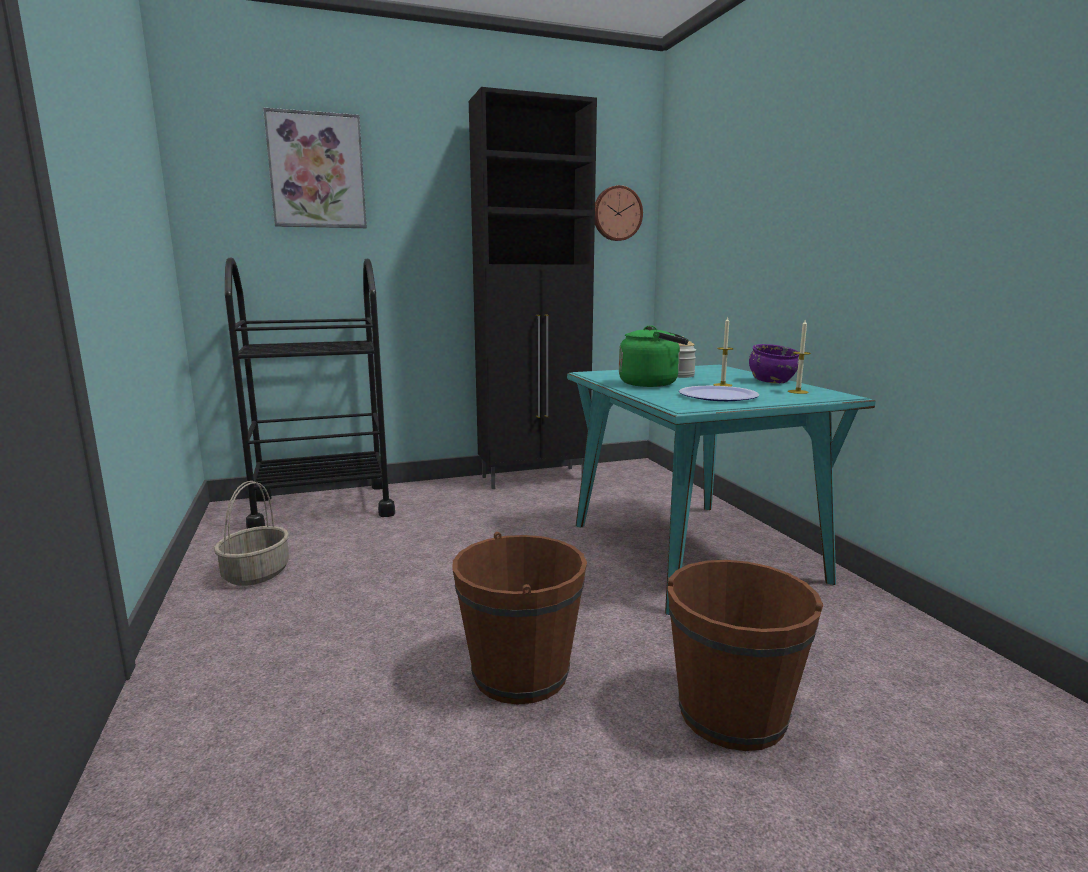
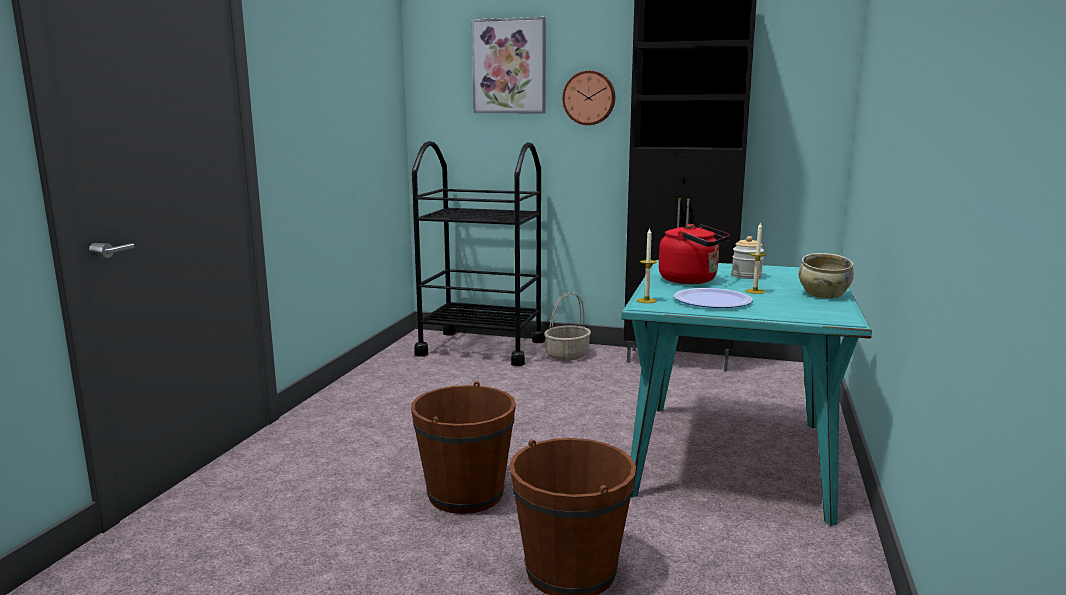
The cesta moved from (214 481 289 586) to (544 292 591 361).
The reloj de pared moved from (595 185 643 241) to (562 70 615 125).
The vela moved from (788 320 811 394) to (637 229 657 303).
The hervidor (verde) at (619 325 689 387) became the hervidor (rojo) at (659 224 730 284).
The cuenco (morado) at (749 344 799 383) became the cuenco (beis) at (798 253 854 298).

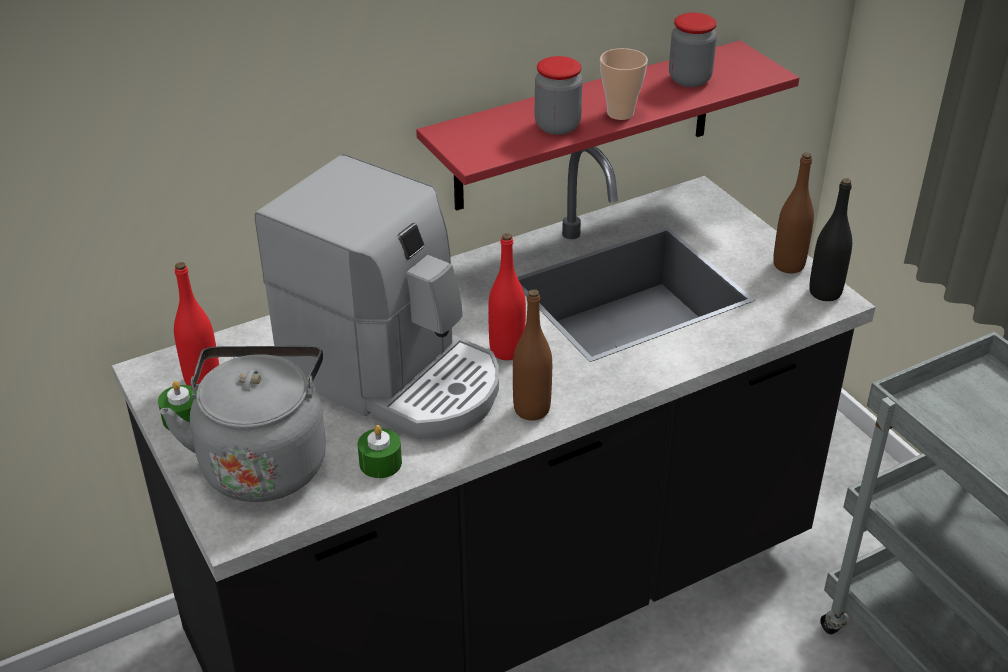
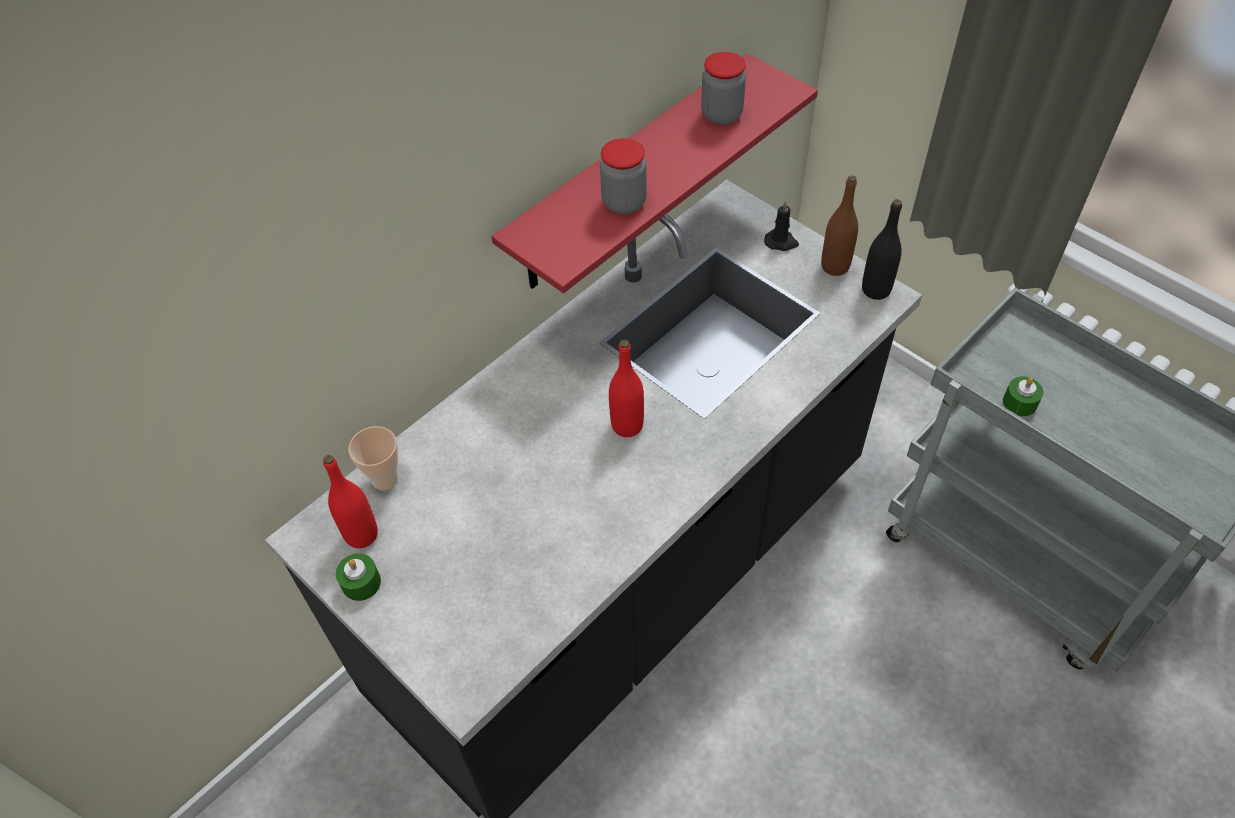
The hervidor (gris) at (160 346 326 502) disappeared.
The cafetera at (255 154 499 439) disappeared.
The botella (marrón) at (513 289 552 420) disappeared.
The vela (negro) at (764 200 799 251) appeared.
The vela (verde) moved from (358 425 402 478) to (1003 376 1043 417).
The taza moved from (600 48 648 120) to (349 426 398 490).

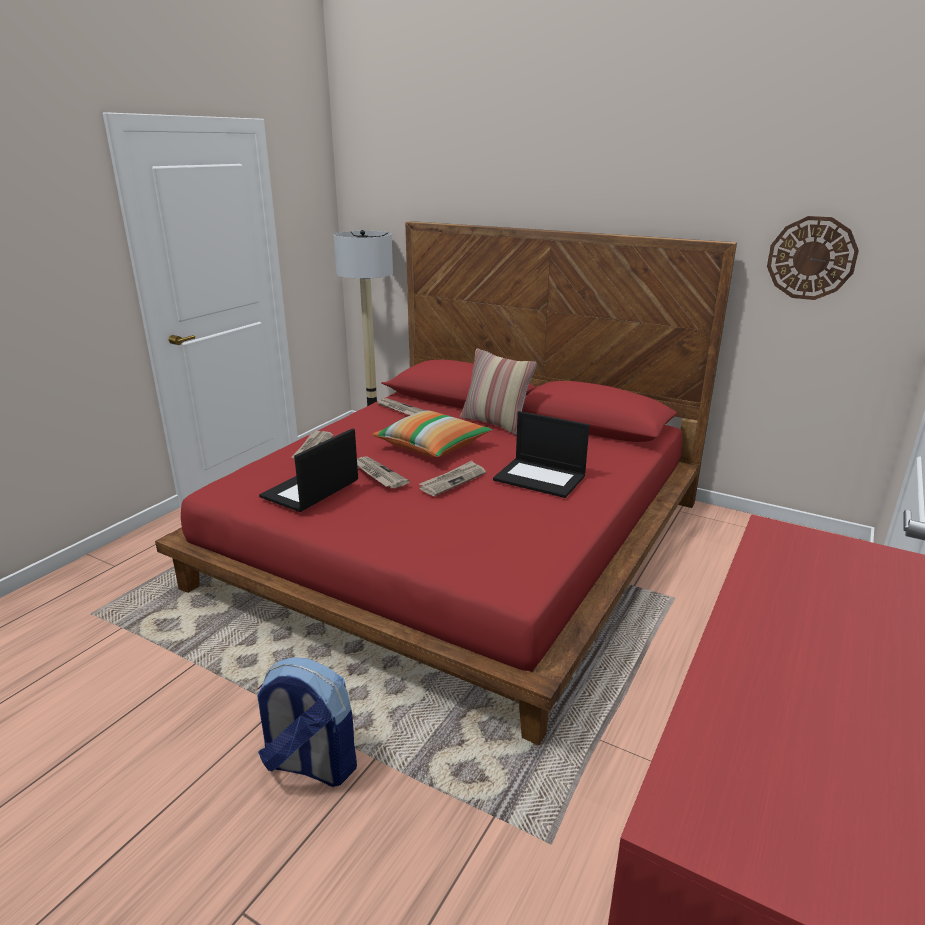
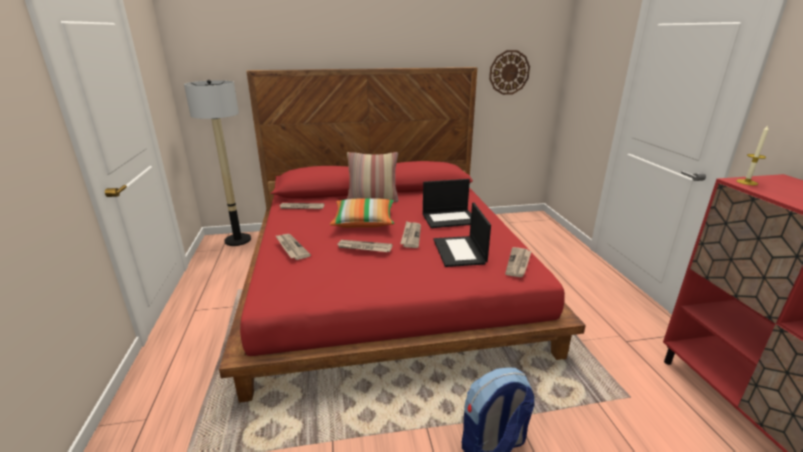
The periódico at (505 247 532 277) appeared.
The vela at (736 125 769 185) appeared.
The portátil moved from (259 428 358 512) to (433 202 491 267).

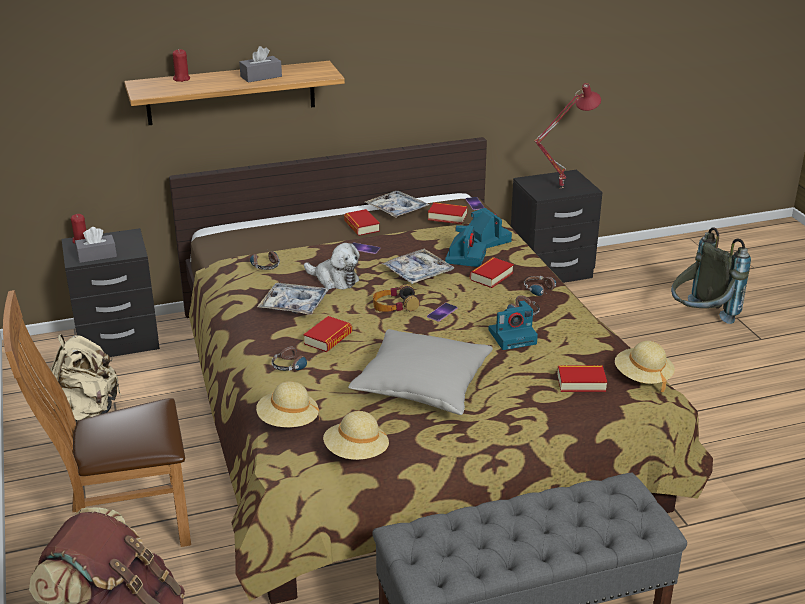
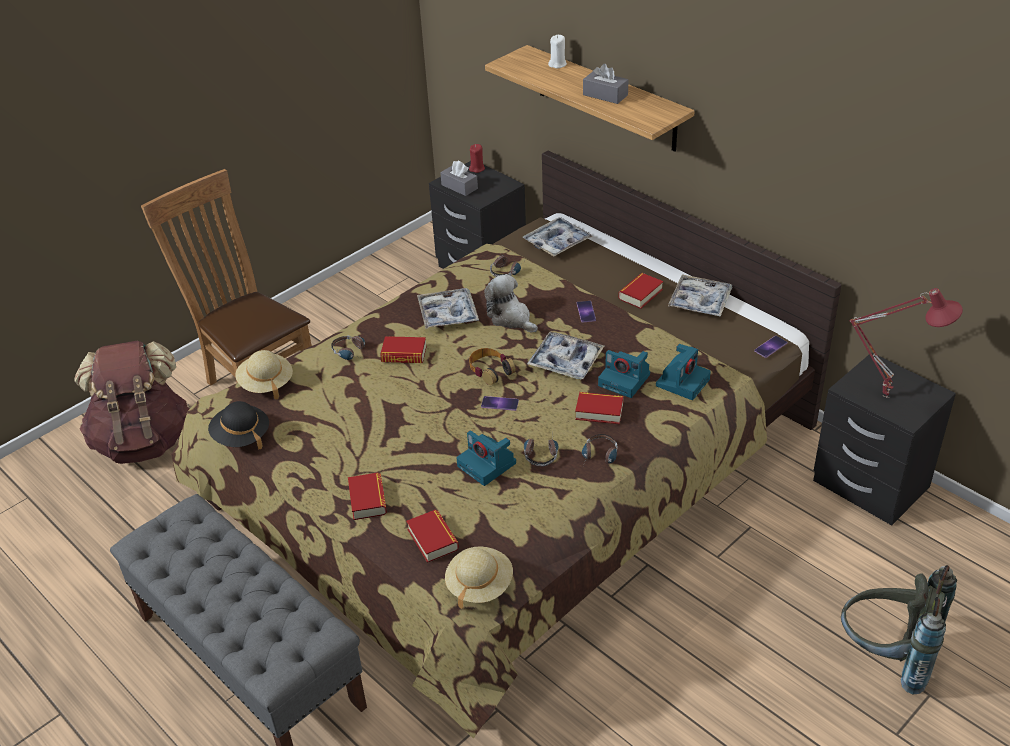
The mochila (beis) at (50 334 122 422) disappeared.
The cojín (gris) at (348 329 493 415) disappeared.
The bandeja at (522 217 593 256) appeared.
The libro moved from (428 202 467 224) to (348 473 387 520).
The vela (rojo) at (172 49 190 82) became the vela (blanco) at (548 35 567 68).
The sombrero (beis) at (323 411 389 460) became the sombrero (negro) at (208 401 269 449).
The peluche at (304 243 360 290) turned 135 degrees clockwise.
The cámara at (445 225 487 267) turned 45 degrees clockwise.

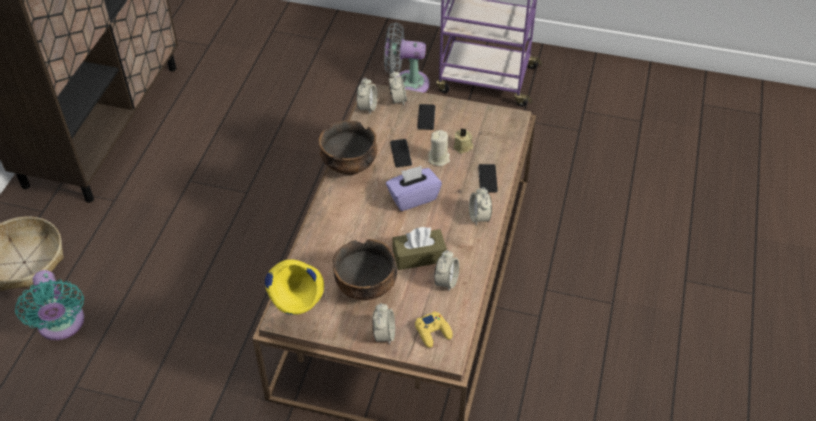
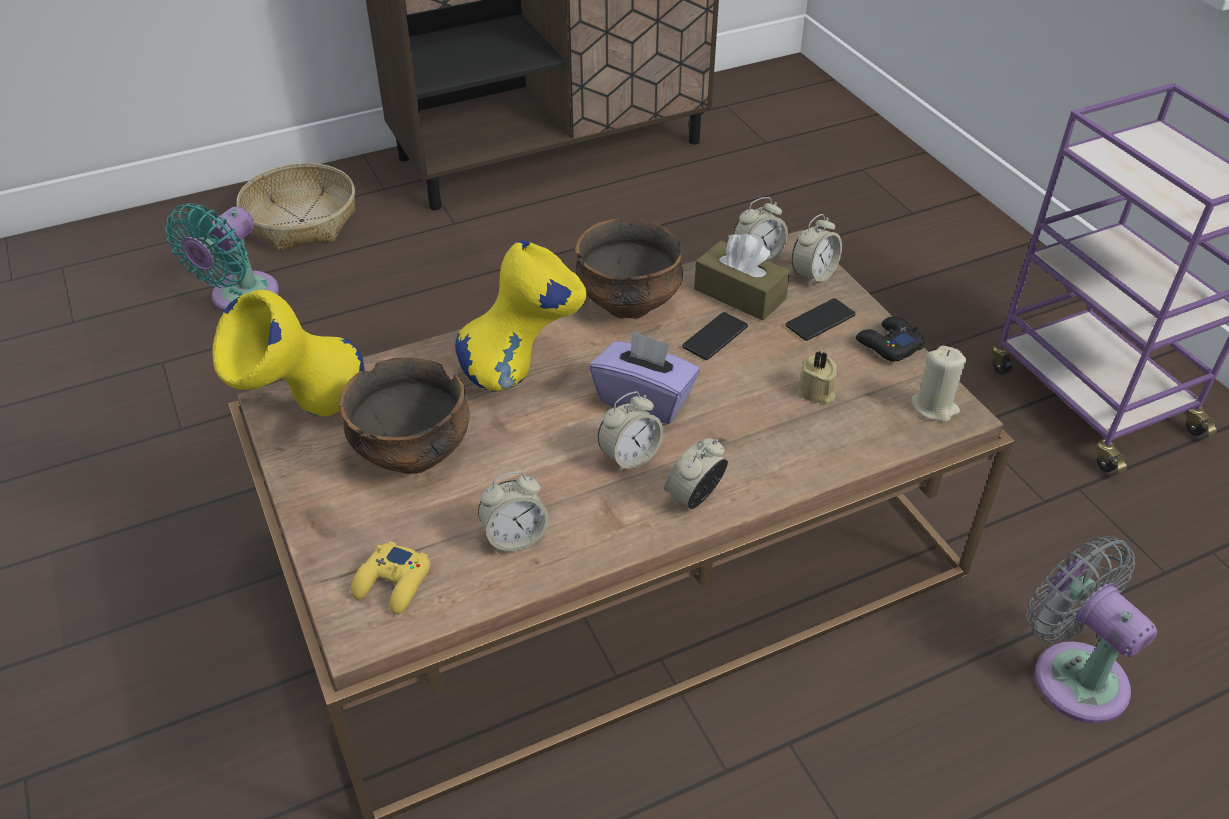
The móvil at (478 164 498 193) disappeared.
The florero (amarillo) at (455 240 587 392) appeared.
The mando de consola (negro) at (856 316 925 362) appeared.
The despertador moved from (373 303 395 345) to (598 391 663 473).
The ventilador (gris) moved from (384 22 430 93) to (1026 536 1157 724).
The caja de pañuelos (marrón) moved from (392 227 447 270) to (694 234 790 321).
The vela (beis) moved from (428 130 450 166) to (911 346 966 422).

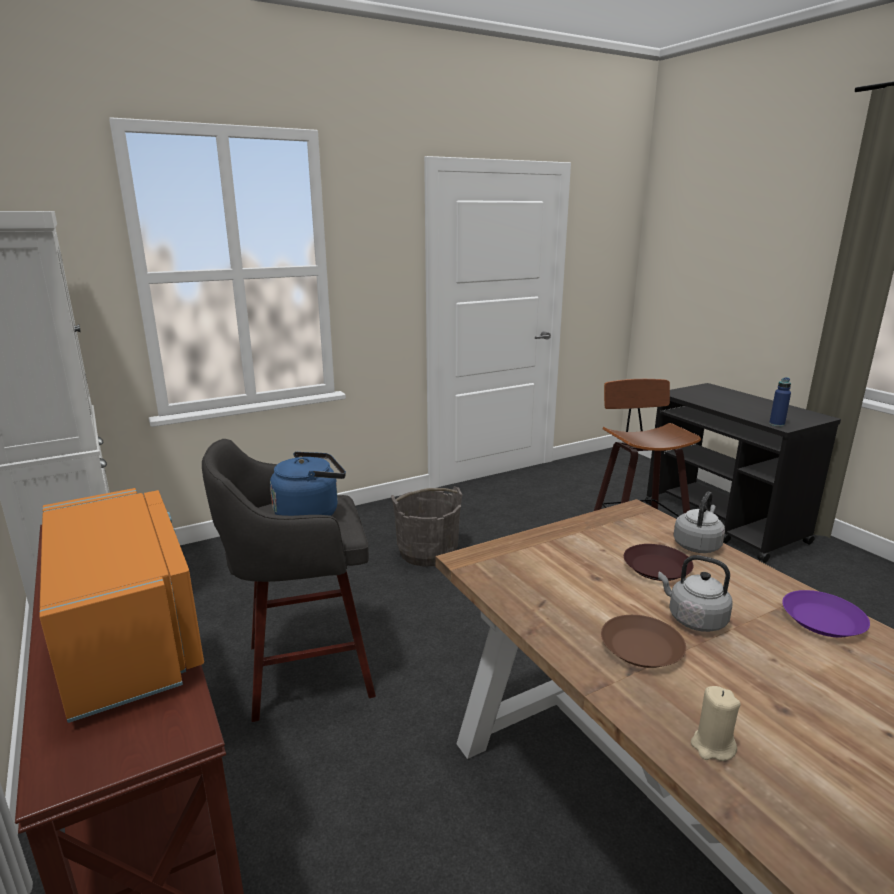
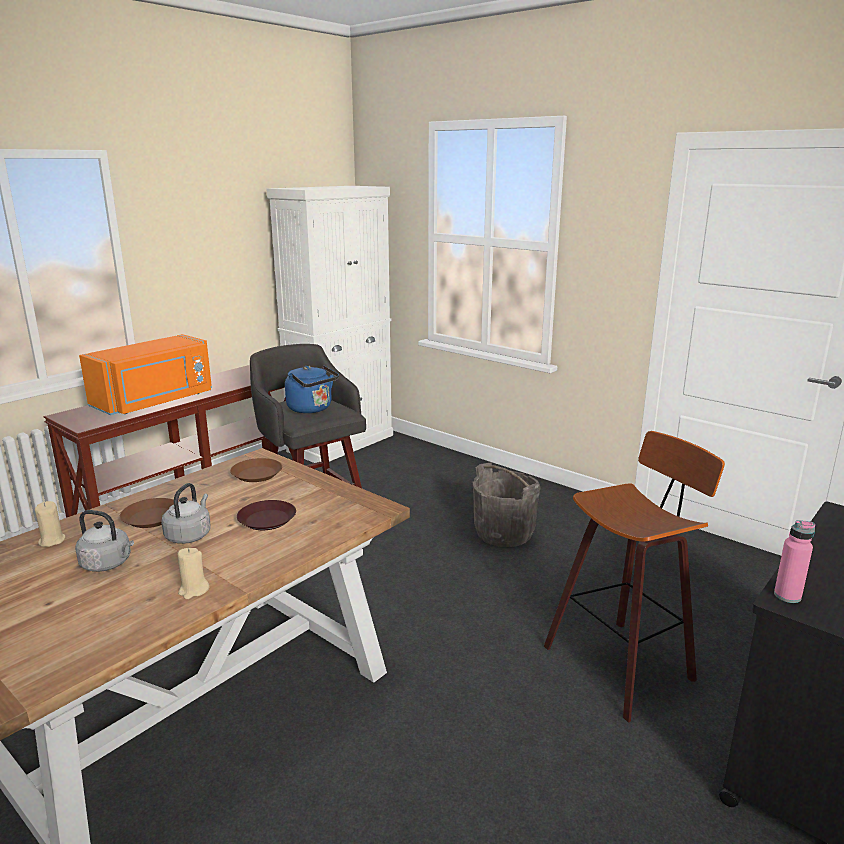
The plato (marrón) at (230 458 282 482) appeared.
The hervidor (gris) moved from (673 492 725 553) to (75 510 134 572).
The plato (morado) at (782 590 870 637) was replaced by the vela (beis) at (177 548 209 599).
The botella (azul) at (769 377 791 427) became the botella (rosa) at (774 520 815 603).

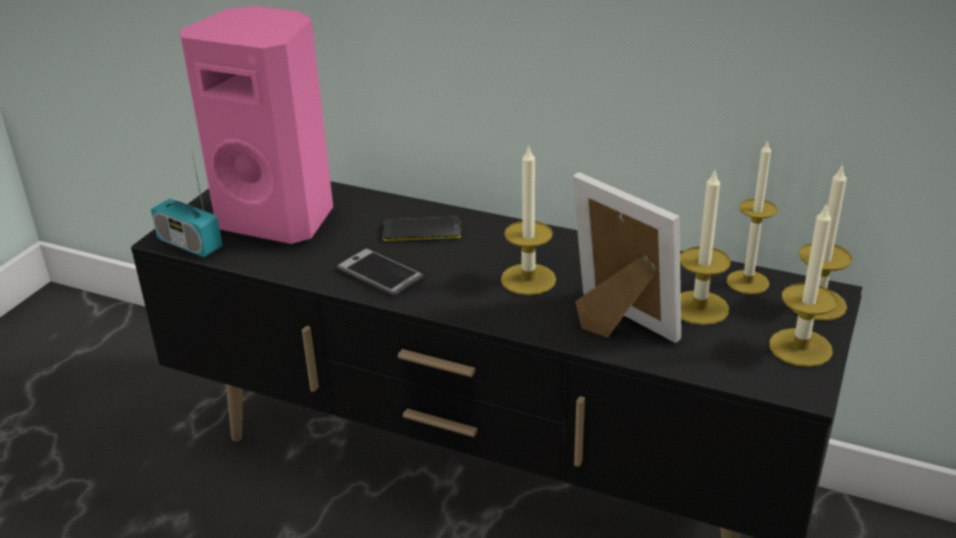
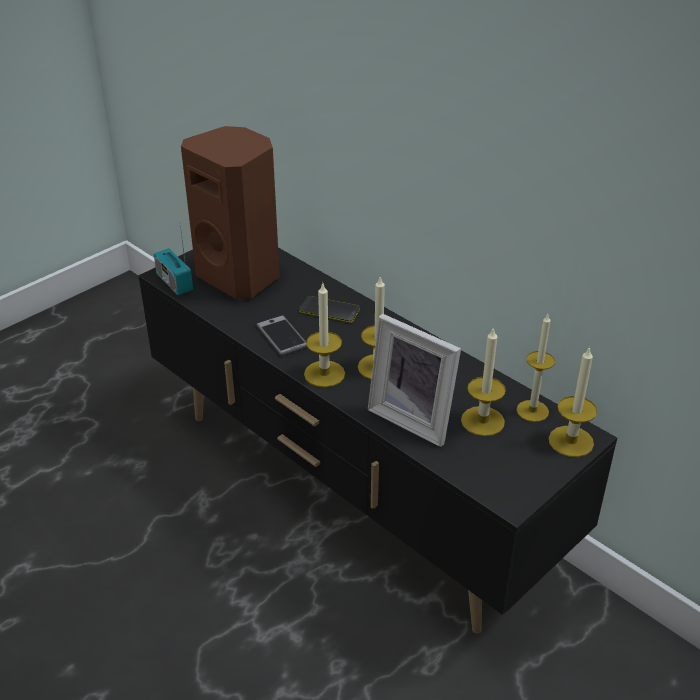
The vela moved from (769 202 838 367) to (304 284 345 387).
The altavoz (rosa) at (179 6 333 244) became the altavoz (marrón) at (181 126 280 299).
The portarretratos at (572 172 681 343) turned 150 degrees clockwise.

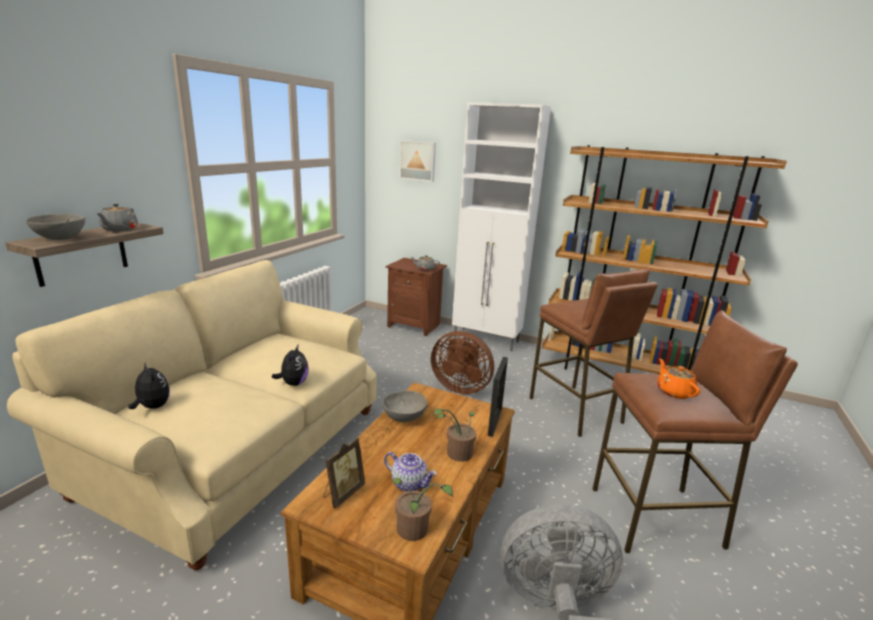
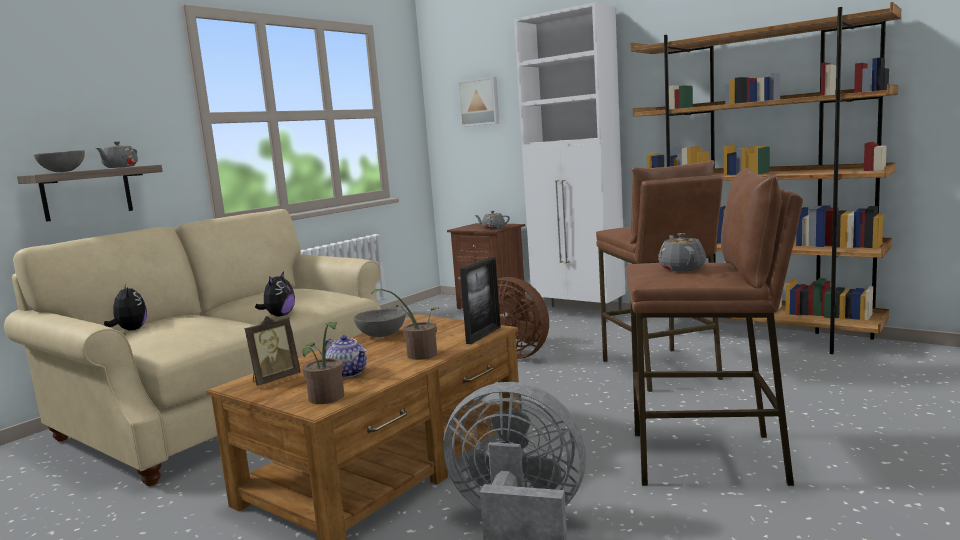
The tetera (naranja) at (657 358 700 399) became the tetera (gris) at (658 233 706 271).

